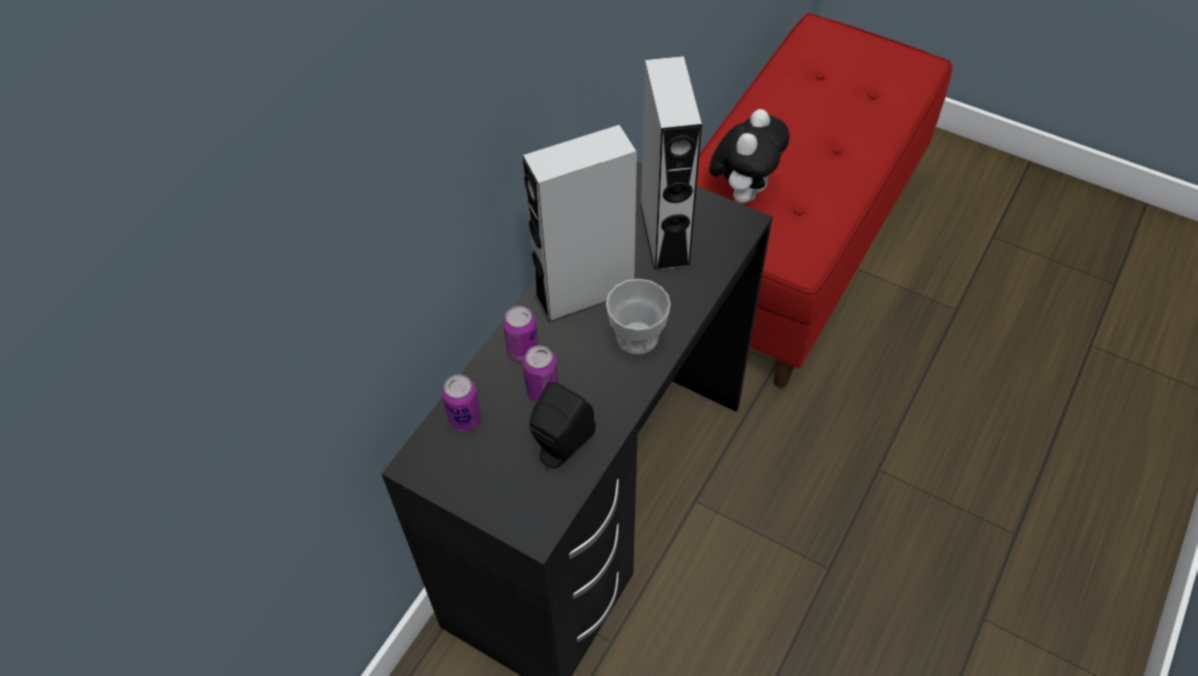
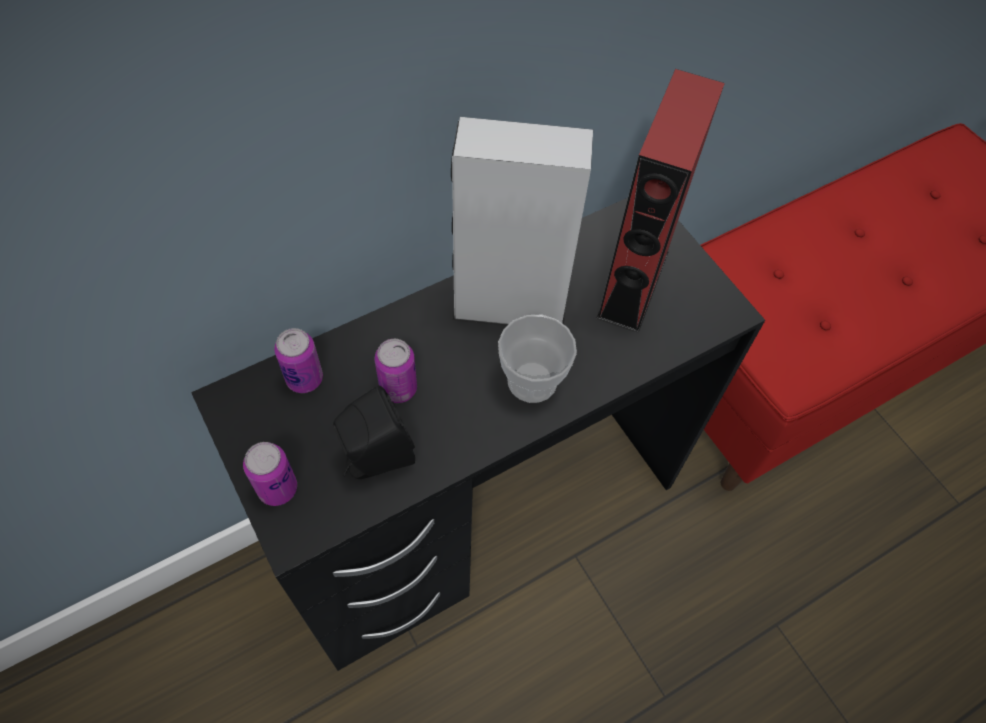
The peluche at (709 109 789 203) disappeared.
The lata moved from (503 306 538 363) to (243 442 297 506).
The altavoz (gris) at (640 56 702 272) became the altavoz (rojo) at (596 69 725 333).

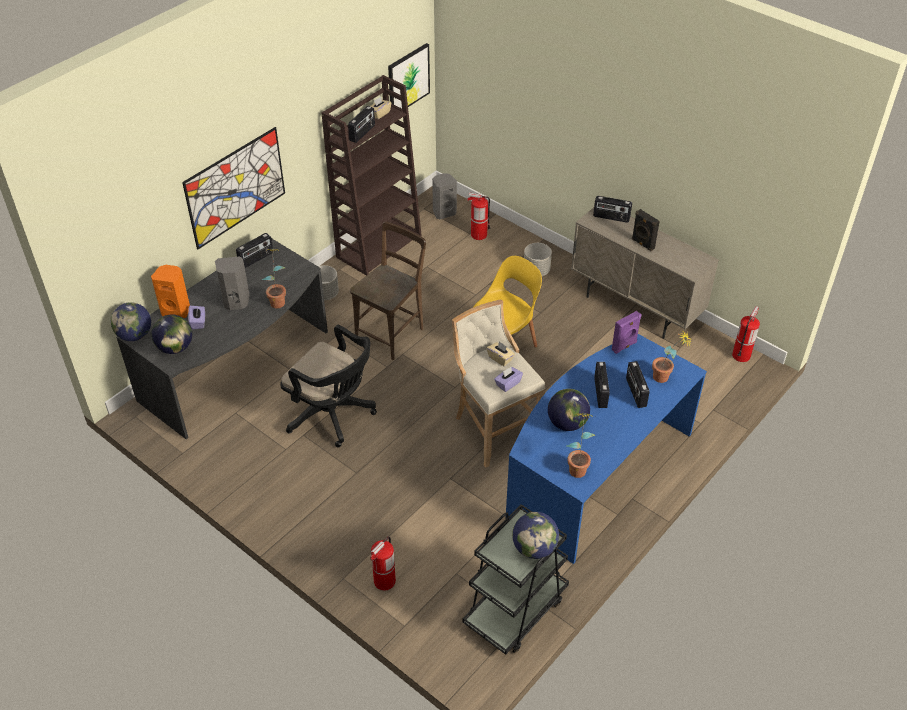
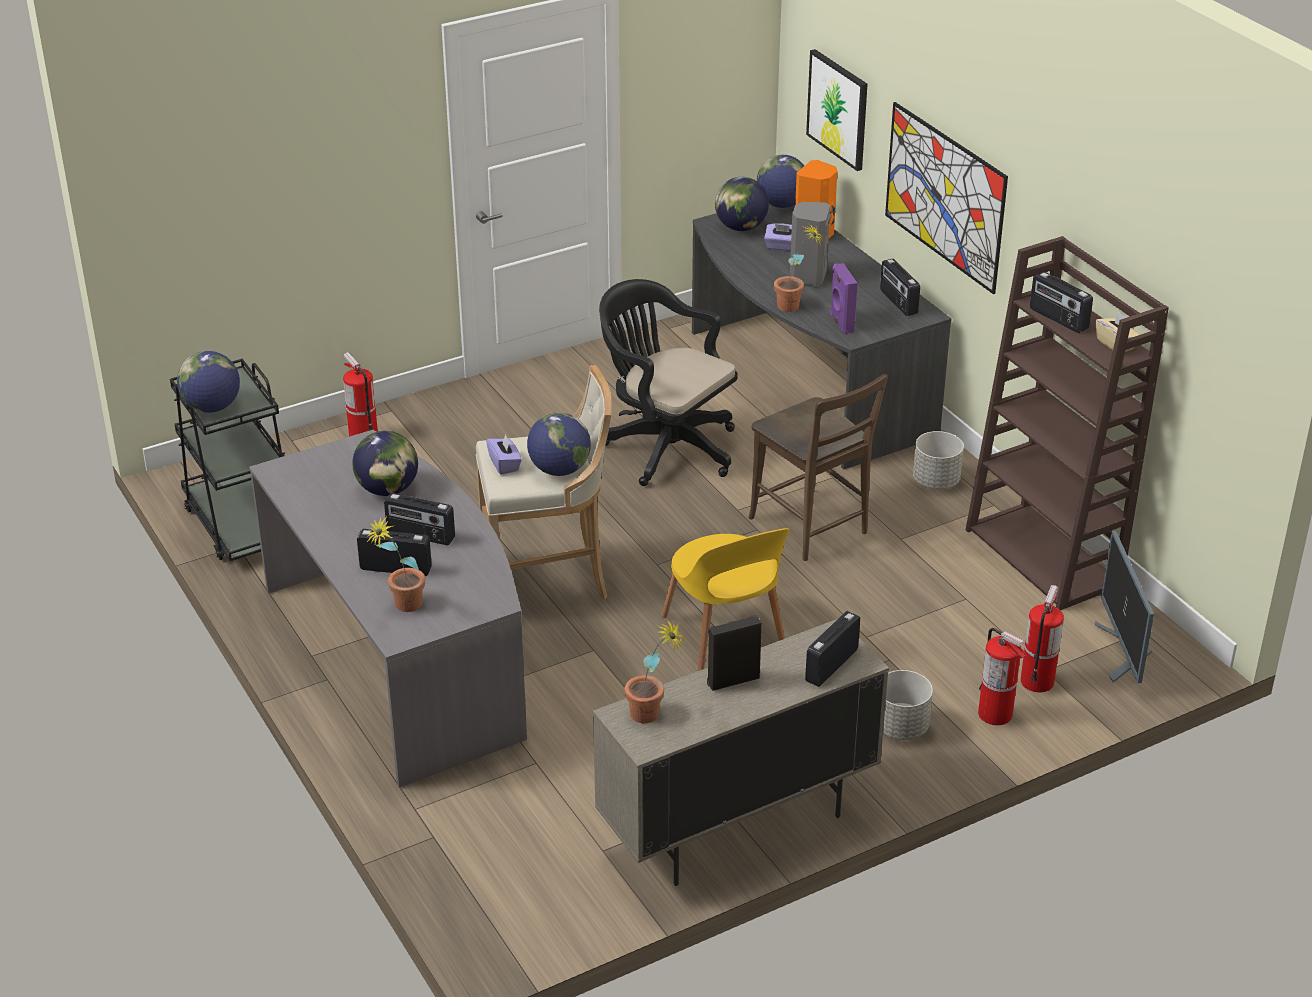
The cuadro moved from (388 43 430 108) to (806 49 868 171).
The planta en maceta moved from (566 413 596 478) to (625 619 686 723).
The altavoz (morado) moved from (612 311 642 354) to (830 263 857 335).
The extintor moved from (732 306 760 362) to (978 628 1026 725).
The altavoz (gris) at (432 173 457 219) was replaced by the monitor at (1095 531 1154 683).
The caja de pañuelos (beis) at (487 341 515 366) was replaced by the globo terráqueo at (527 412 591 476).
The escritorio (azul) at (506 334 707 564) became the escritorio (gris) at (249 430 527 788).
The silla de oficina (negro) at (280 325 377 447) turned 75 degrees clockwise.

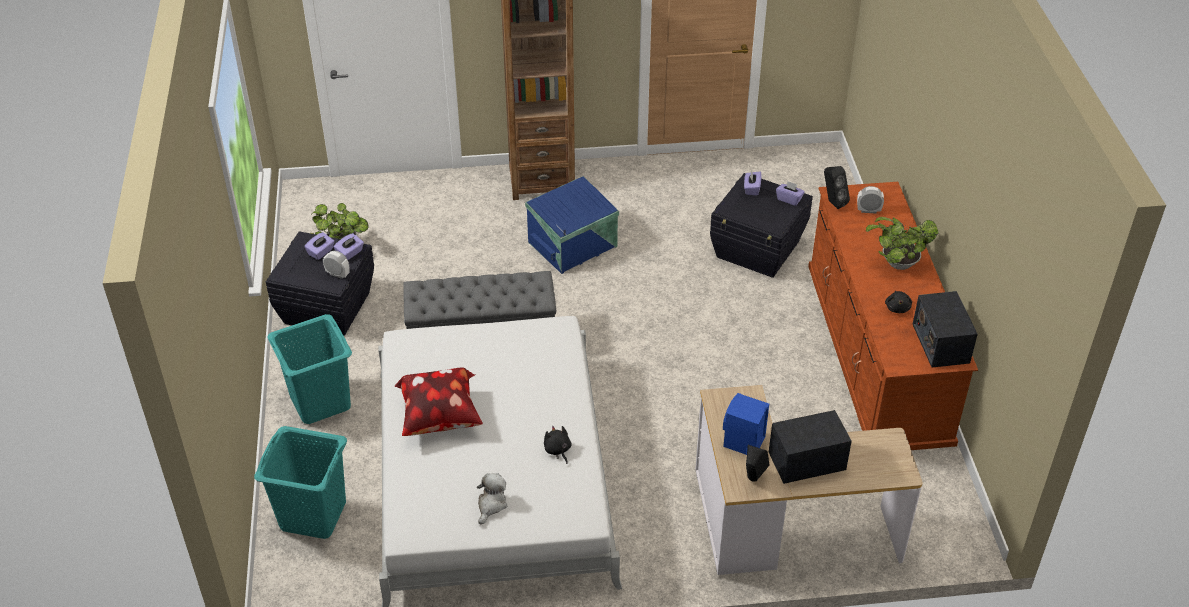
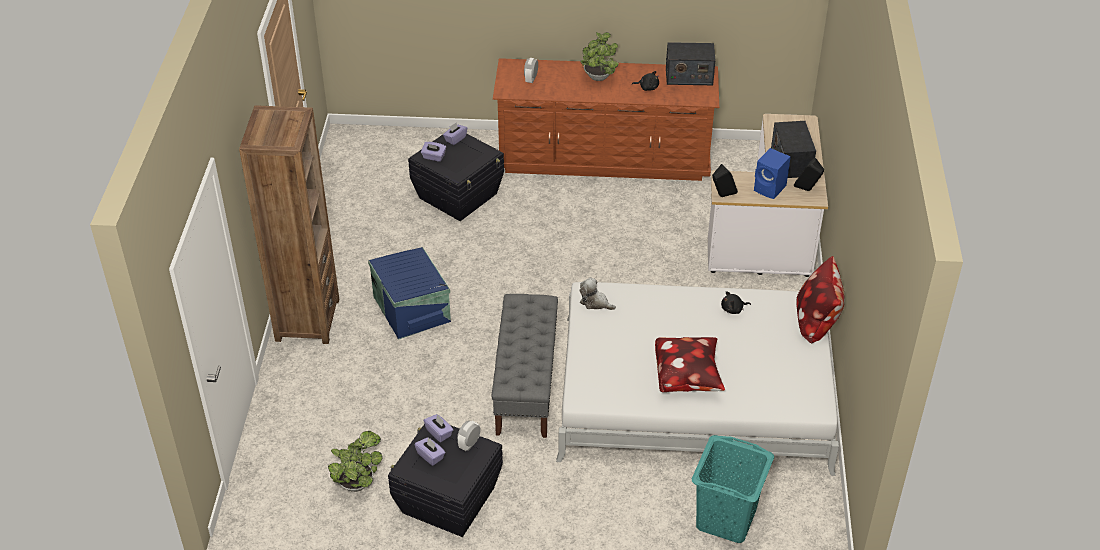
The cesto de la ropa (turquesa) at (267 314 352 424) disappeared.
The cojín at (796 256 845 343) appeared.
The peluche moved from (477 473 507 524) to (580 277 616 310).
The altavoz (negro) moved from (824 166 850 209) to (712 164 738 197).

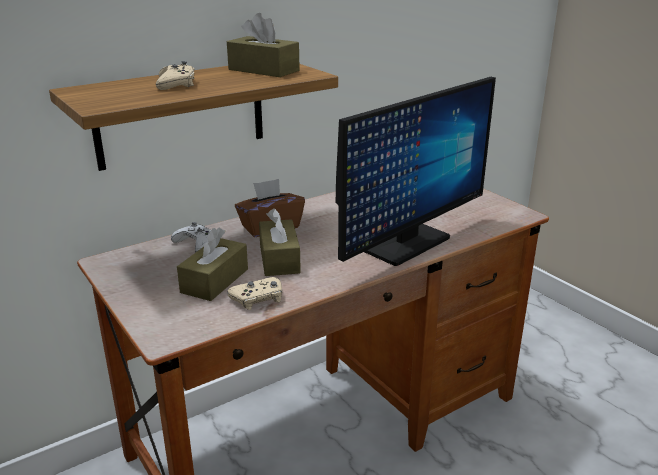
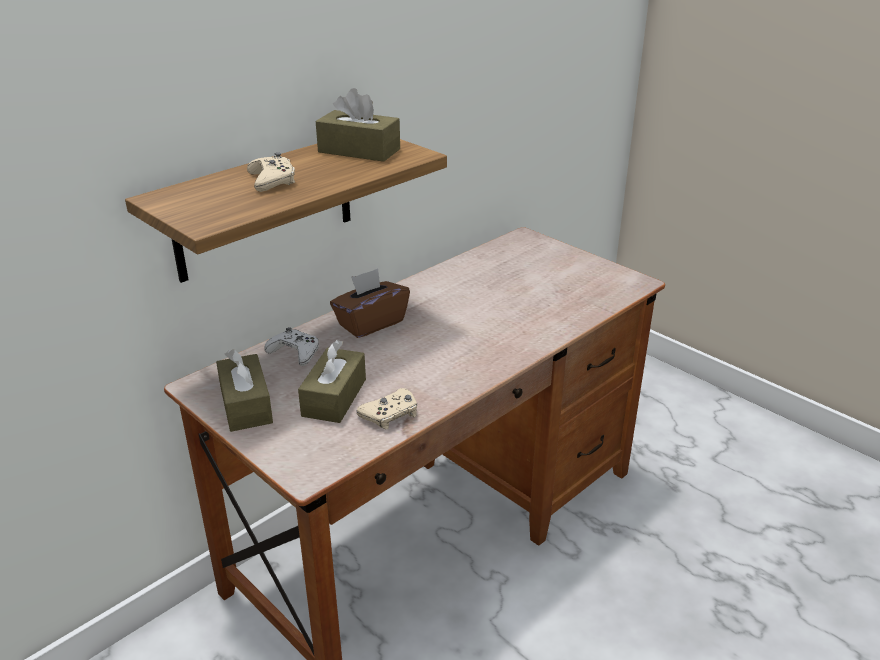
The monitor at (336 77 496 266) disappeared.
The caja de pañuelos (marrón) moved from (259 208 301 276) to (216 349 273 432).

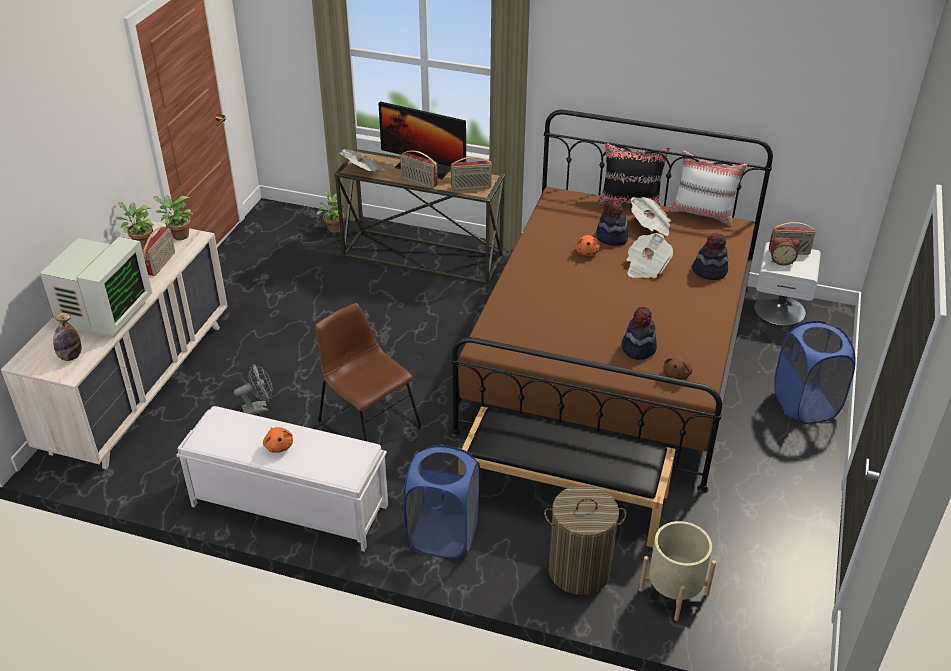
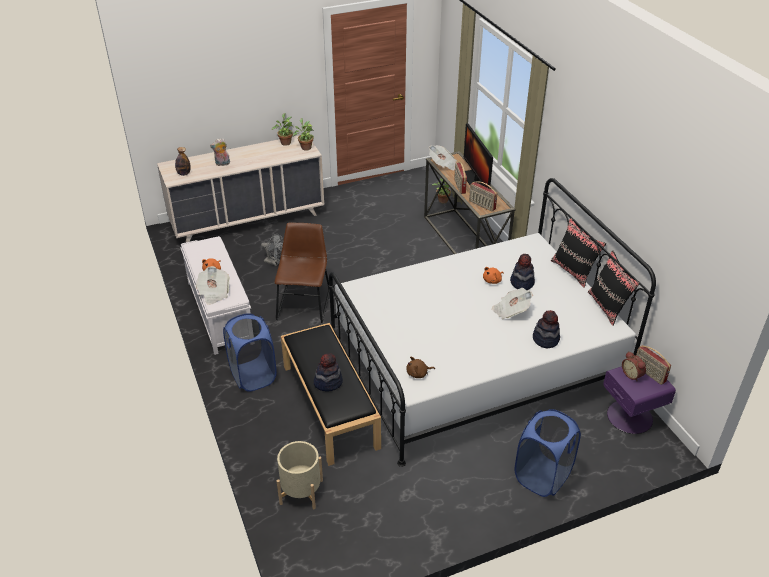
The radio at (142 227 175 276) disappeared.
The cesto de la ropa at (544 485 626 595) disappeared.
The sombrero moved from (622 307 657 360) to (314 353 343 392).
The periódico moved from (631 197 671 236) to (196 266 230 305).
The monitor at (40 237 152 338) was replaced by the peluche at (210 138 230 166).
The cama (marrón) at (451 110 773 493) became the cama (blanco) at (328 178 656 467).
The cojín (blanco) at (670 151 747 226) became the cojín (negro) at (588 250 640 326).
The mesita de noche (blanco) at (754 242 821 326) became the mesita de noche (morado) at (603 366 676 434).

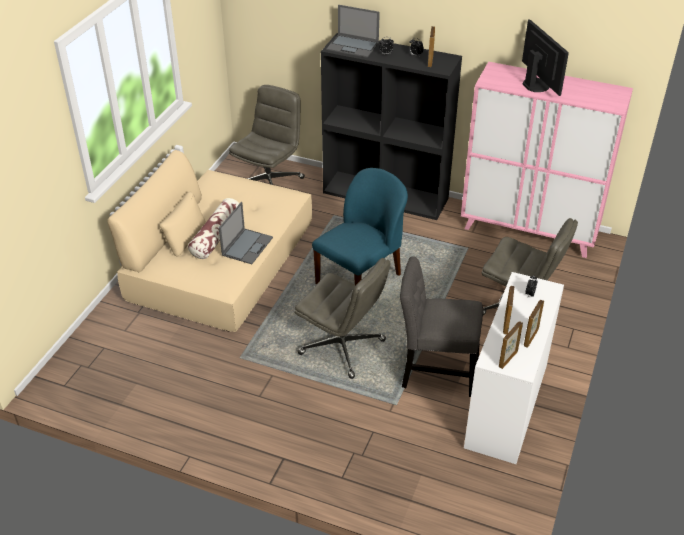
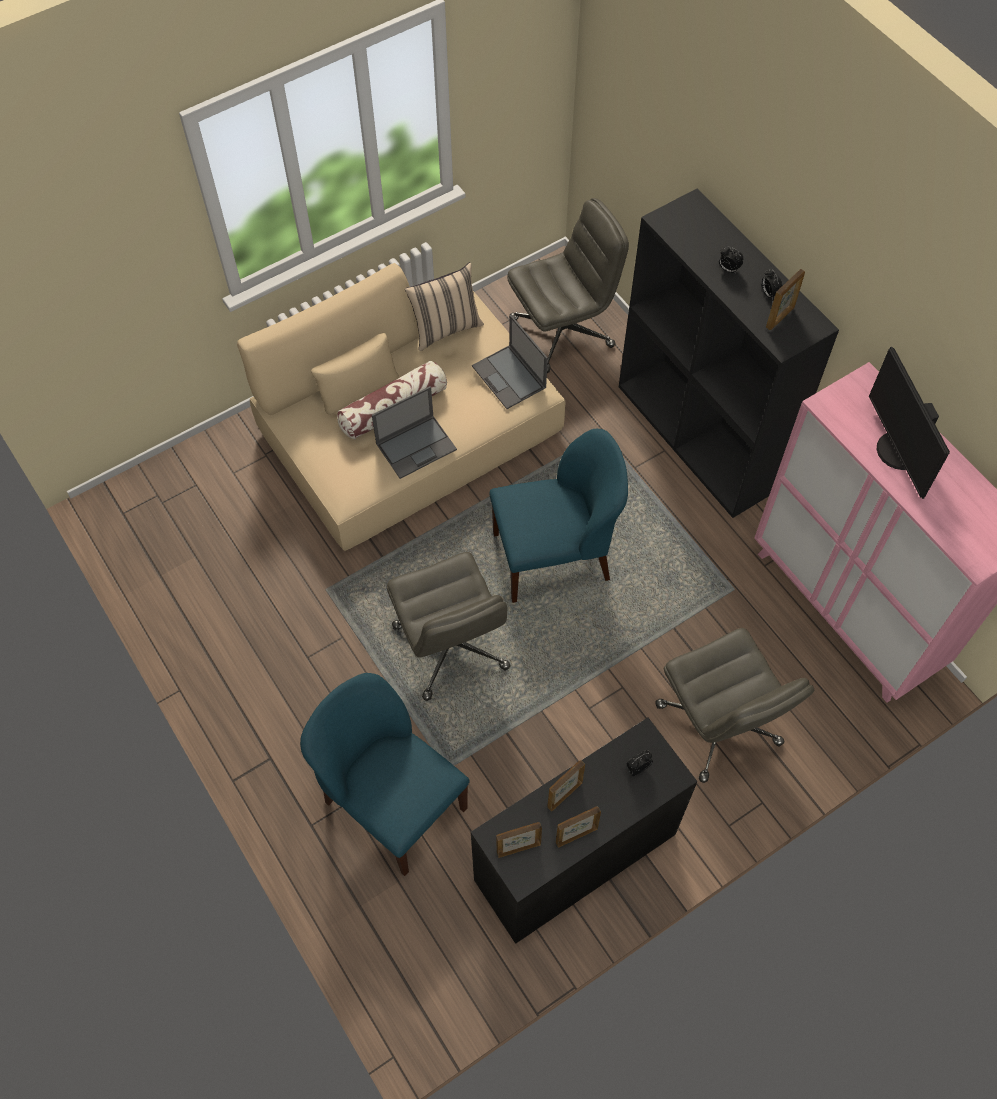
The silla (gris) at (400 256 483 397) disappeared.
The silla (azul) at (300 673 470 876) appeared.
The cojín (beis) at (405 262 484 351) appeared.
The portátil moved from (326 5 380 58) to (472 315 548 409).
The escritorio (blanco) at (464 272 564 464) became the escritorio (negro) at (471 718 698 944).
The monitor at (522 19 569 96) turned 150 degrees clockwise.

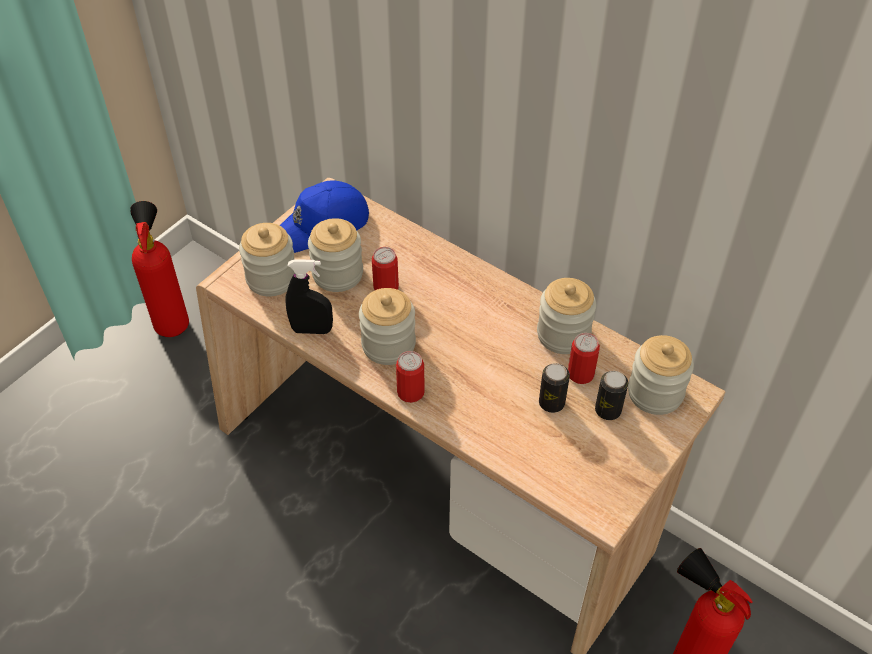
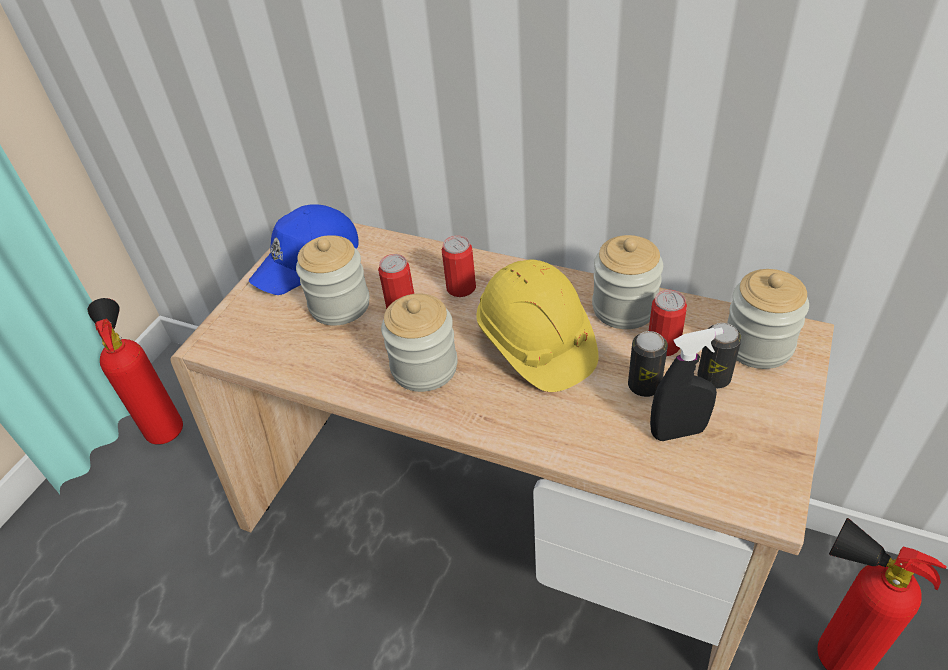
The tarro at (239 223 295 296) disappeared.
The casco (amarillo) at (476 259 598 392) appeared.
The pulverizador (negro) moved from (285 259 333 334) to (650 327 723 441).
The lata moved from (396 351 425 403) to (442 235 476 297).

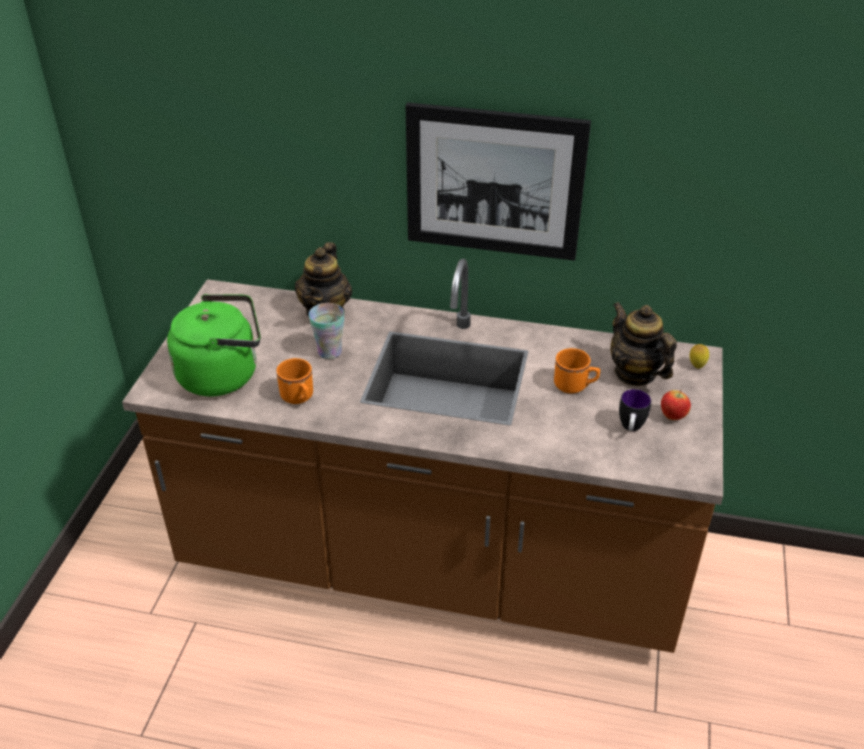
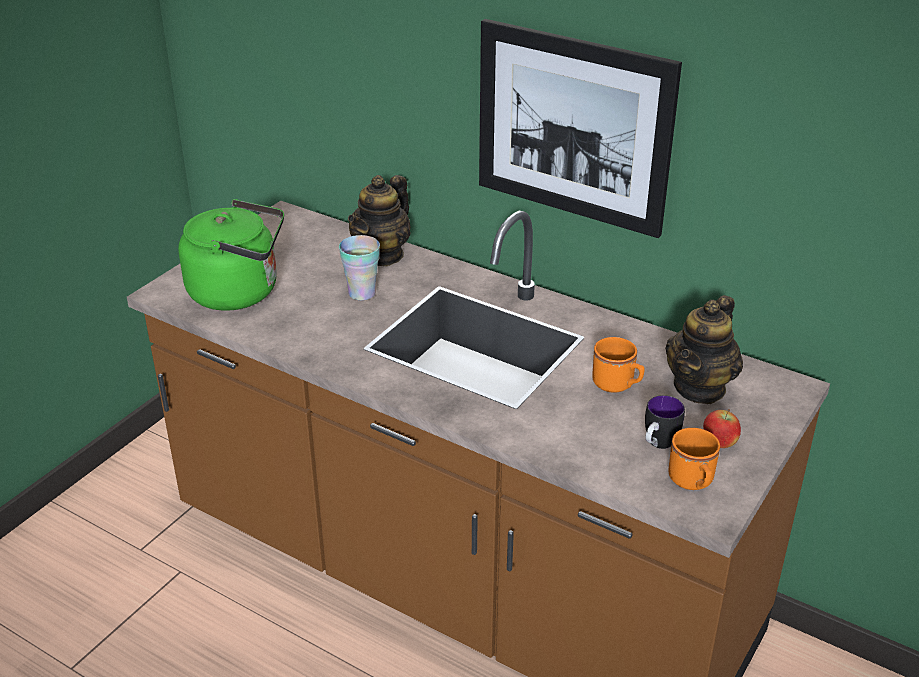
The limón at (690 344 709 369) disappeared.
The taza grande (naranja) moved from (276 358 313 404) to (669 428 720 490).
The tetera at (610 302 677 386) turned 135 degrees counterclockwise.

